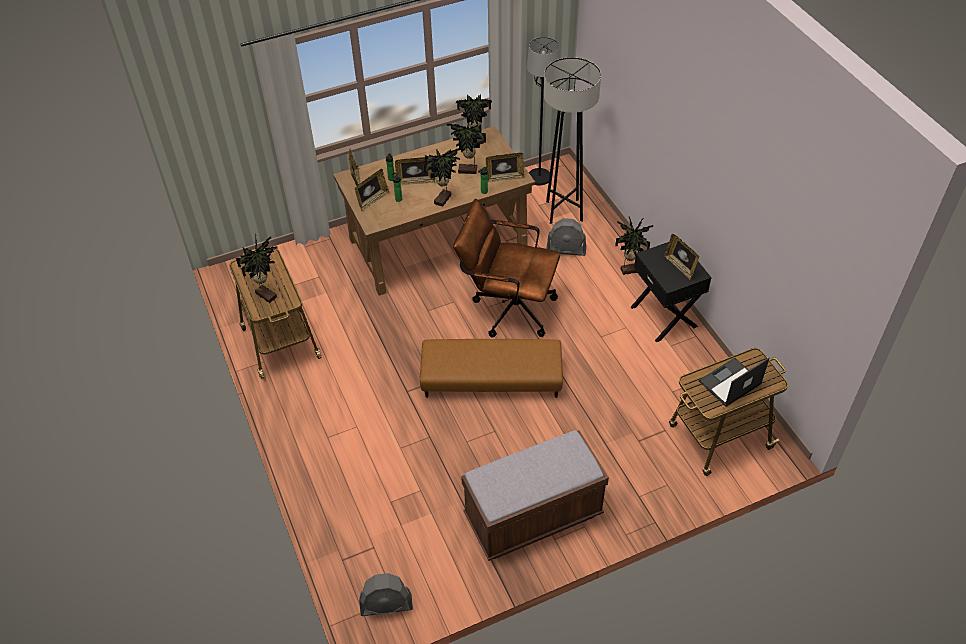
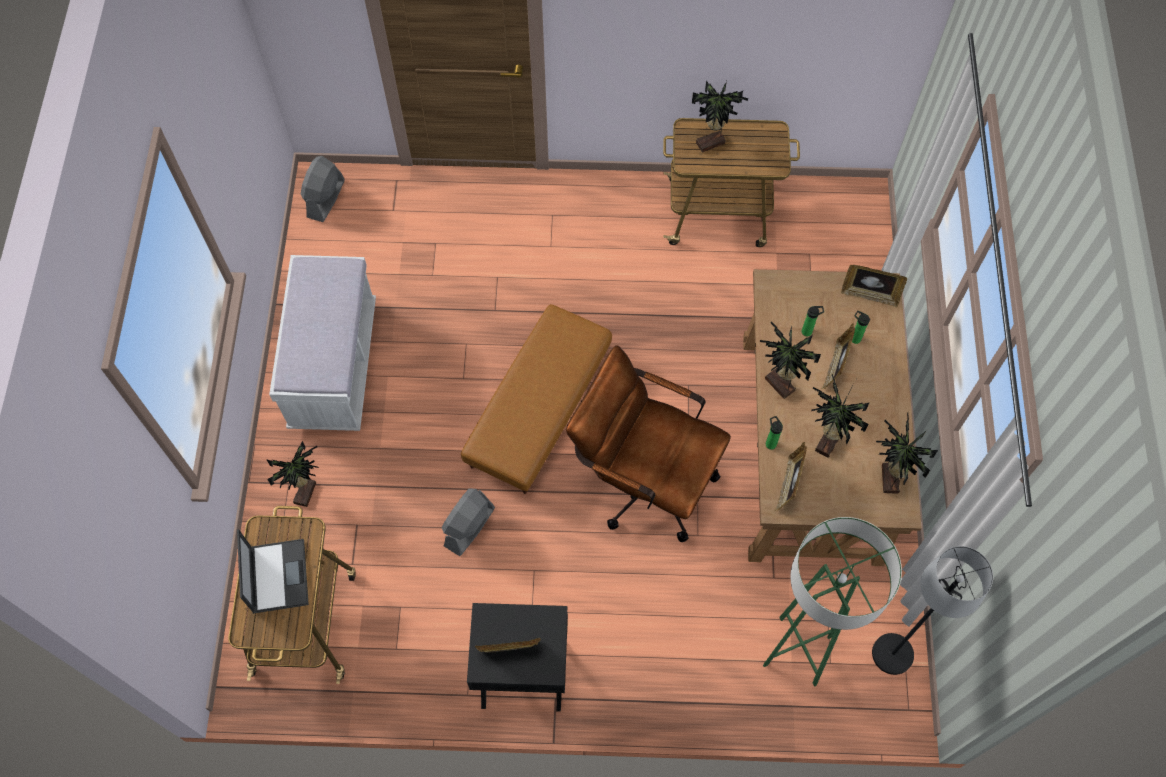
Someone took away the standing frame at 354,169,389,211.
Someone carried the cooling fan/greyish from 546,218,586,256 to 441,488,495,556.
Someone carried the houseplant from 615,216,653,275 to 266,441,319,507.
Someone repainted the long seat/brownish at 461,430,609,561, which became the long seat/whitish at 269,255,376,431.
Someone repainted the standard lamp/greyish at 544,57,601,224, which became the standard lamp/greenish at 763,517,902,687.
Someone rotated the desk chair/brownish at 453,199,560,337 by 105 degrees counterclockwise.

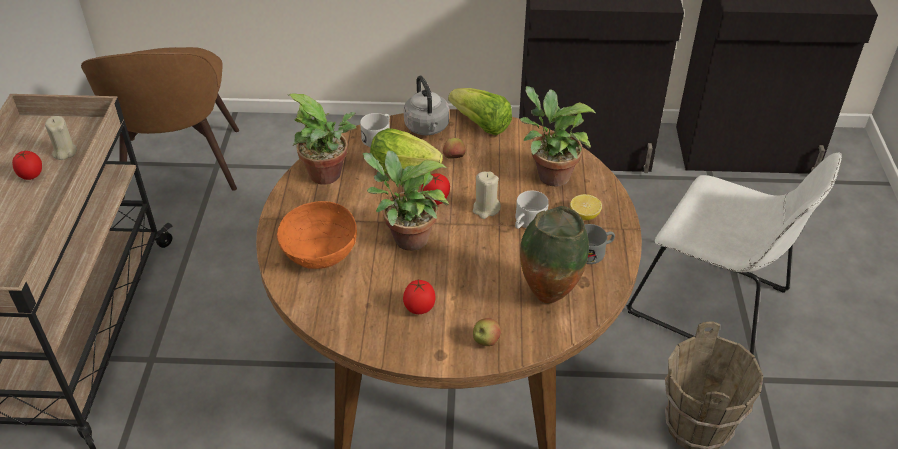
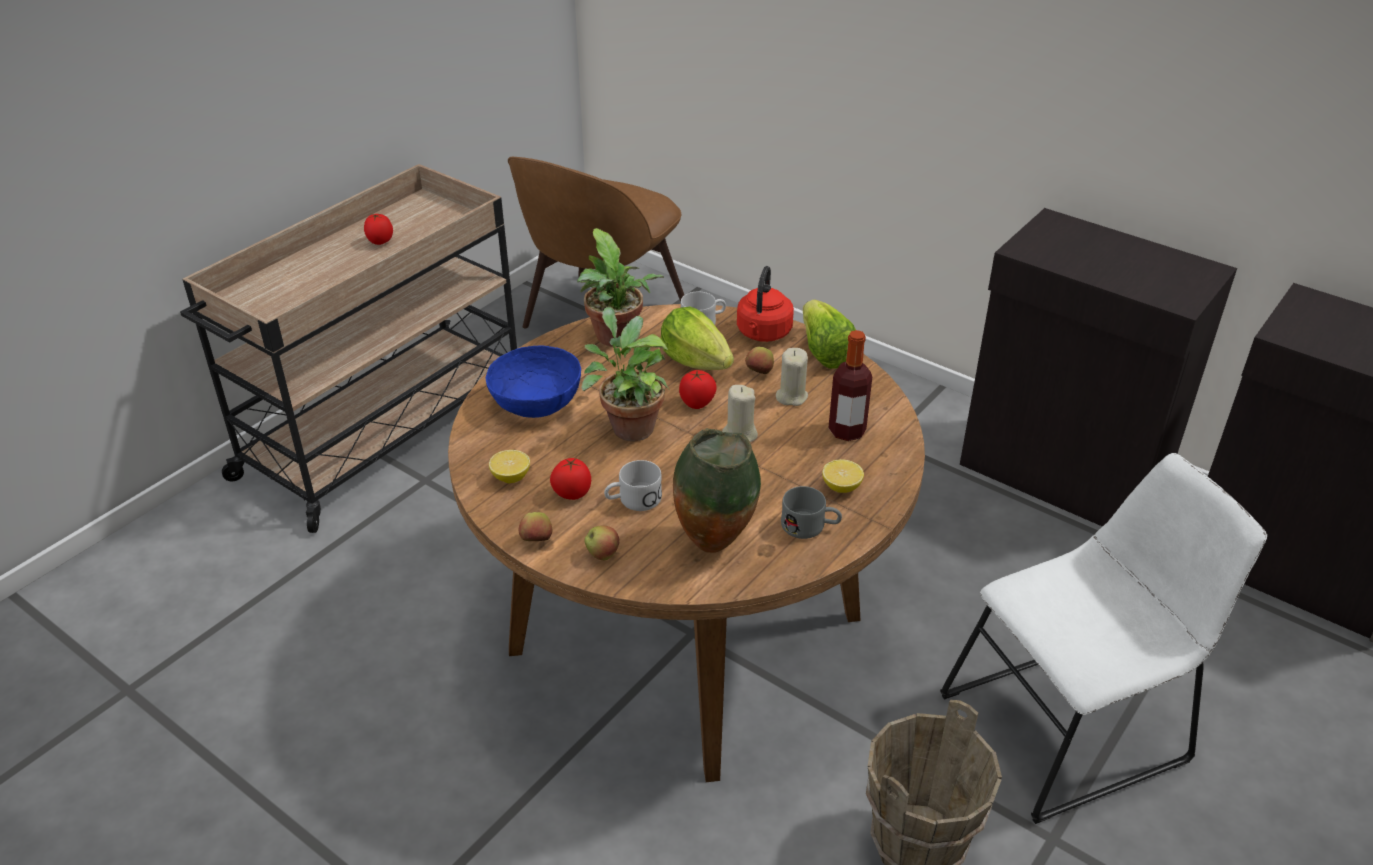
Someone put down the citrus fruit at 489,450,530,483.
Someone put down the whole apple at 519,512,552,541.
Someone carried the wax light/beige from 45,116,77,160 to 776,348,808,406.
Someone carried the mug/whitish from 515,190,549,229 to 604,460,662,511.
Someone swapped the houseplant at 520,86,596,186 for the drink bottle at 828,330,872,441.
Someone repainted the serving bowl/orange at 277,201,357,269, which became the serving bowl/bluish at 486,345,581,418.
Someone repainted the tea kettle/greyish at 404,76,449,135, which became the tea kettle/red at 737,266,794,342.
Someone rotated the upright chair/whitish at 627,153,842,355 by 90 degrees counterclockwise.

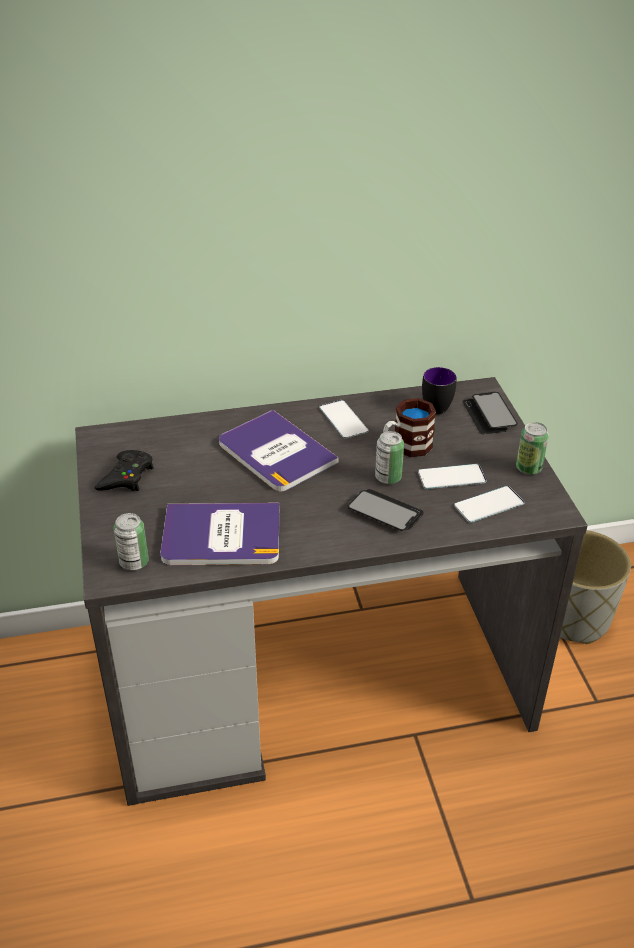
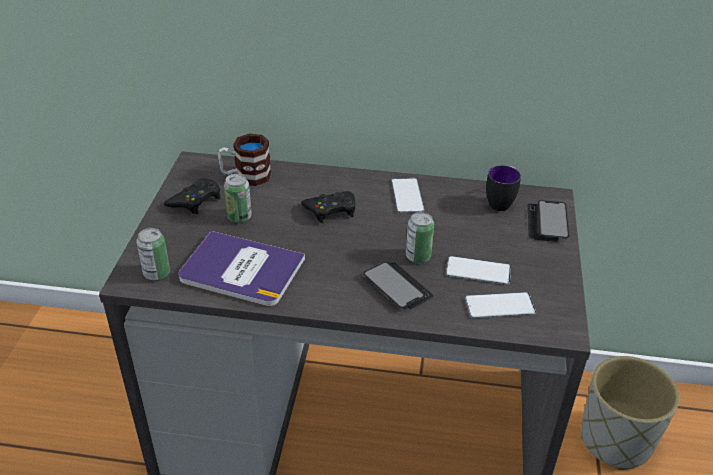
Someone carried the mug from 383,398,436,457 to 217,133,271,186.
Someone carried the sealed can from 516,422,549,475 to 224,174,252,223.
Someone swapped the volume at 219,410,339,492 for the gamepad/black at 301,191,355,223.

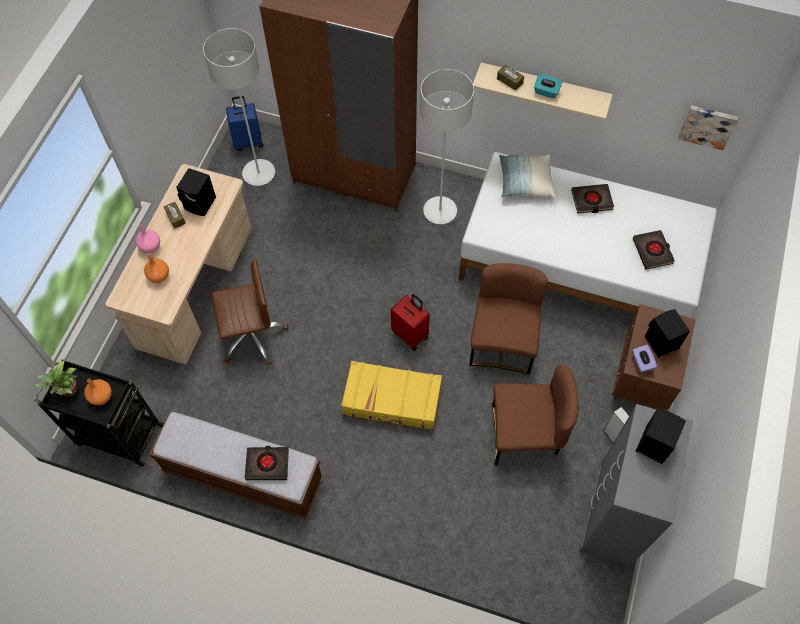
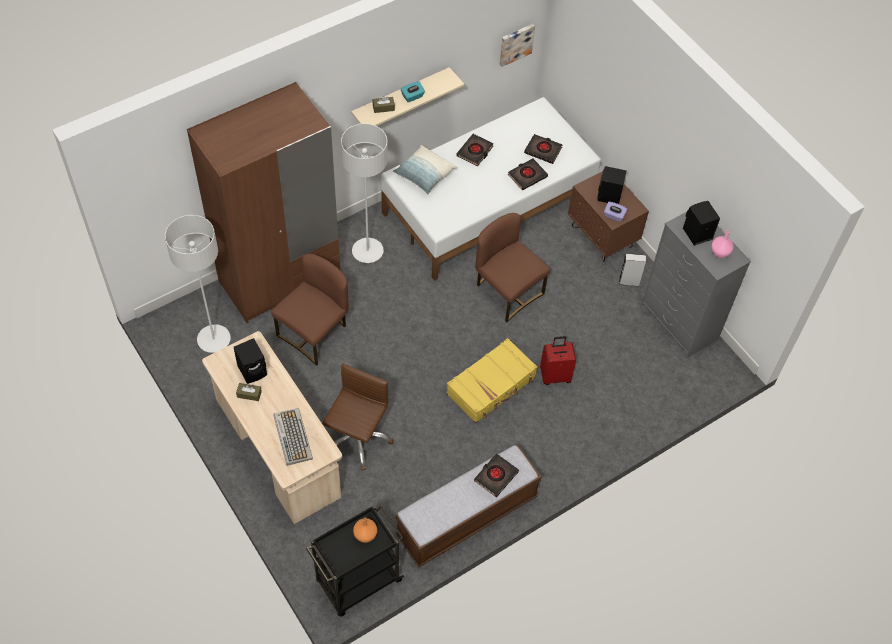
Someone took away the houseplant at 33,360,77,397.
Someone took away the piece of luggage/bluish at 226,96,263,151.
Someone put down the volume/black at 508,158,548,190.
Someone carried the decorative vase/pinkish from 136,225,160,253 to 711,230,733,258.
Someone carried the piece of luggage/red from 391,294,430,351 to 540,336,576,385.
Someone carried the upright chair/brownish from 492,364,578,465 to 271,254,349,366.
Someone swapped the decorative vase/orange at 144,255,169,283 for the computer keyboard at 274,408,313,466.

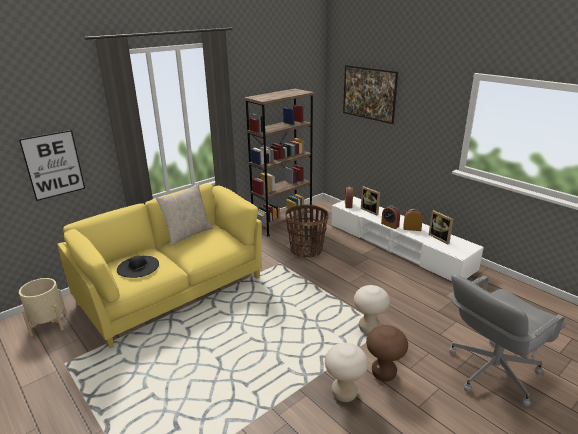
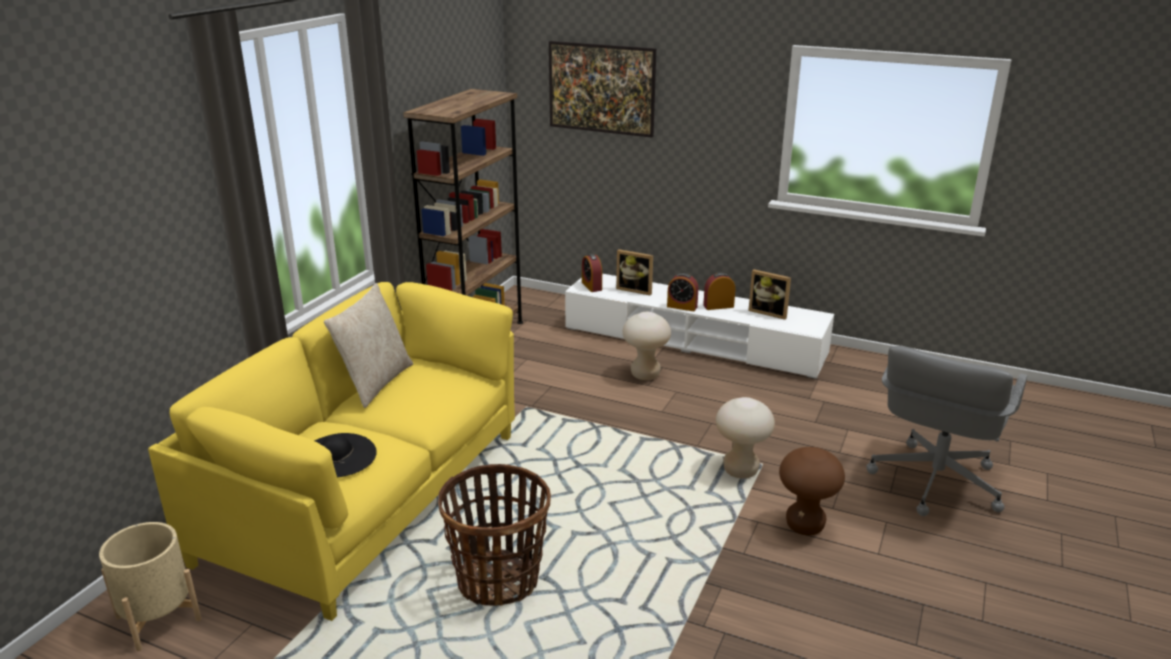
Someone took away the wall art at 19,130,85,201.
Someone carried the storage basket from 285,205,329,258 to 438,464,551,606.
Someone carried the stool/beige from 325,343,368,402 to 623,312,671,380.

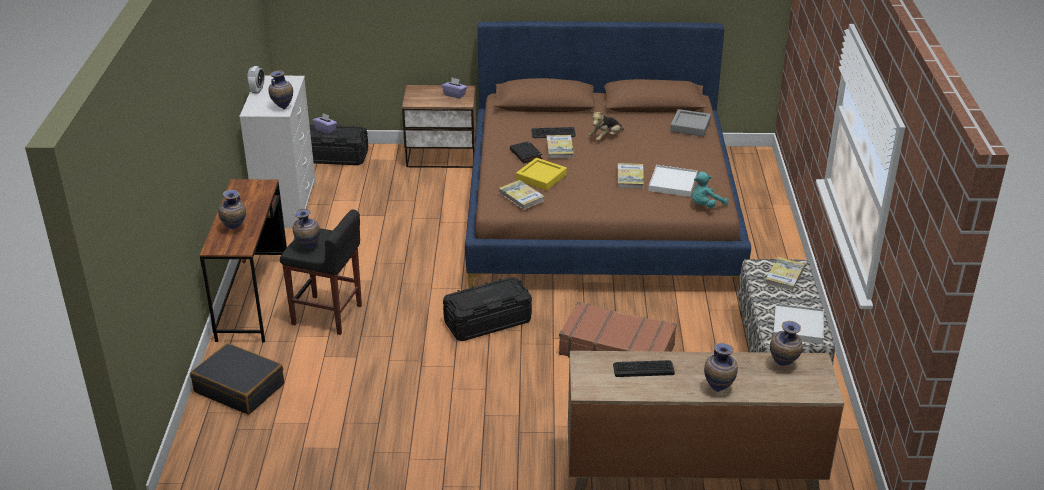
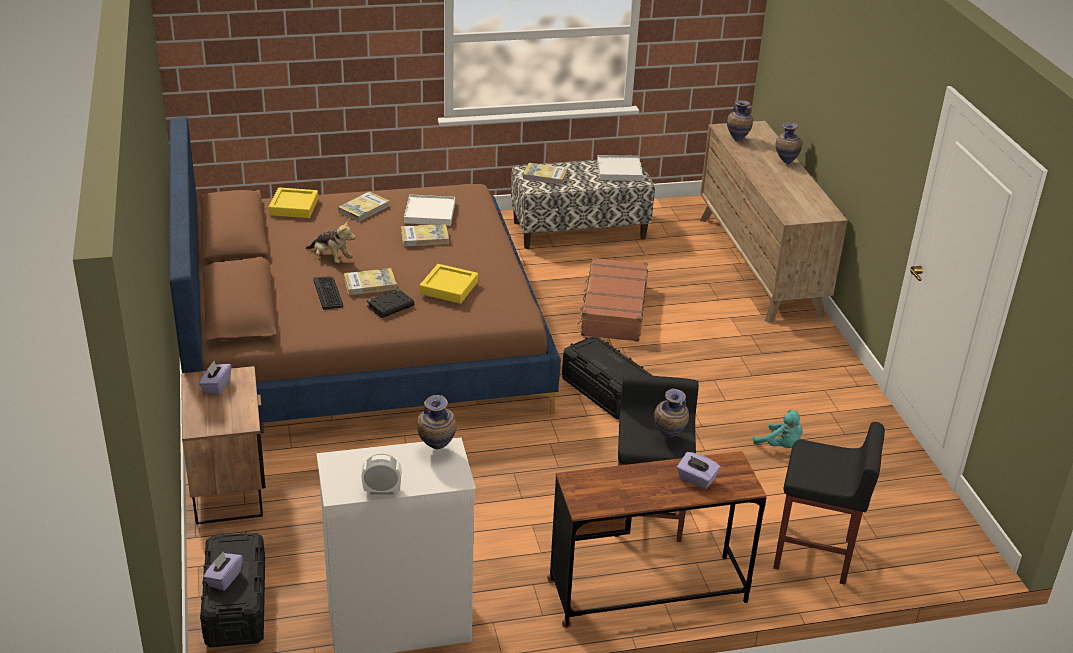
Someone took away the computer keyboard at 613,360,675,377.
Someone carried the volume from 499,180,544,210 to 338,192,389,222.
Someone carried the plush toy/blue-green from 692,172,728,208 to 753,410,803,448.
Someone swapped the piece of luggage/black at 190,343,284,415 for the stool/black at 773,422,885,585.
Someone swapped the decorative vase at 218,190,246,229 for the tissue box/purple-coloured at 677,452,720,489.
Someone repainted the carrying tray/greyish at 670,109,711,137, which became the carrying tray/yellow at 269,187,318,218.

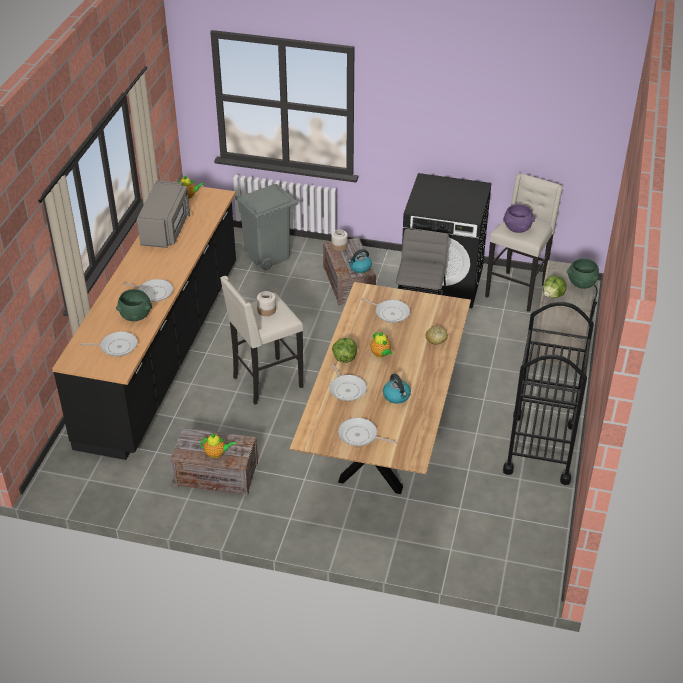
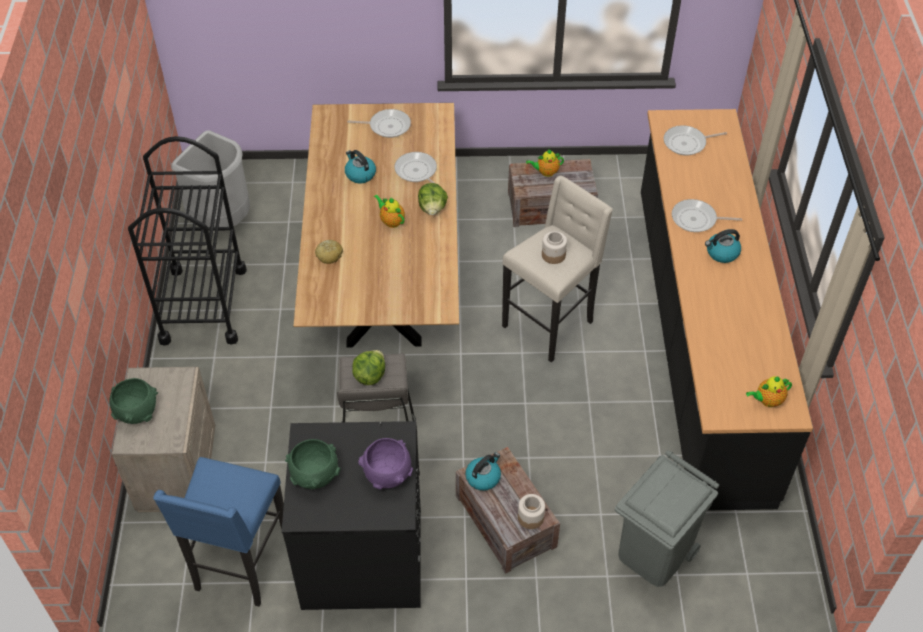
Someone took away the kitchen microwave/greyish at 137,180,190,248.
Someone took away the pan at 361,299,410,323.
Someone put down the waste bin/greyish at 171,130,250,231.
Someone put down the tea kettle at 705,229,741,263.
Someone carried the serving bowl/greenish from 116,289,152,321 to 285,439,341,489.
Someone carried the serving bowl/purple-coloured from 503,204,535,233 to 358,438,413,490.
Someone carried the lettuce head from 543,275,566,298 to 352,350,385,385.
Someone repainted the stool/beige at 485,173,563,312, which became the stool/bluish at 153,457,285,607.

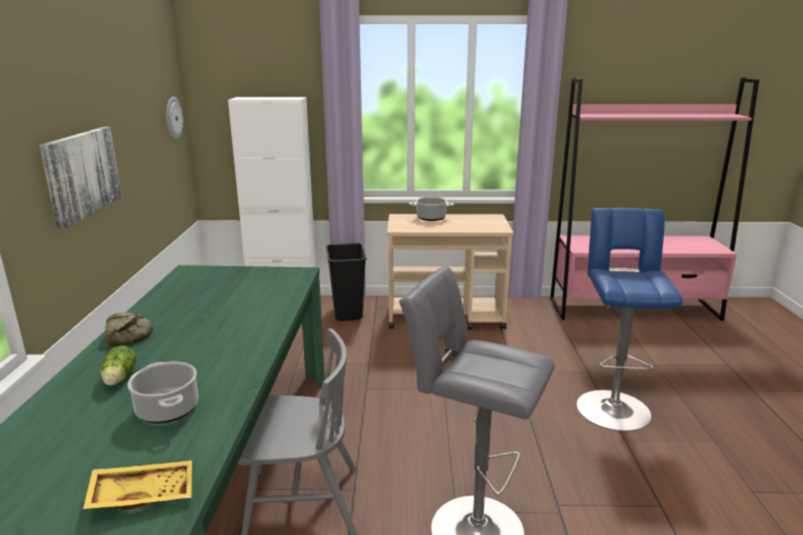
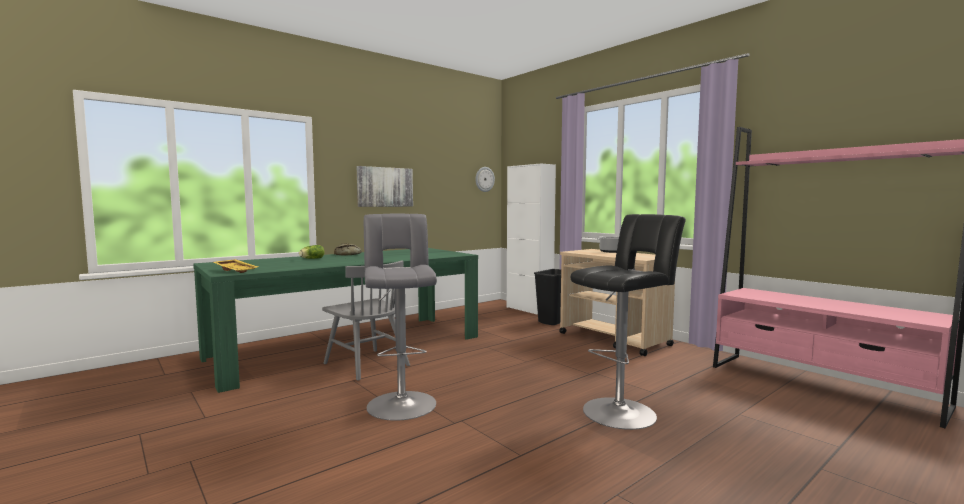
Someone took away the cooking pot at 128,362,198,423.
Someone repainted the stool/bluish at 577,208,682,431, which became the stool/black at 571,214,686,430.

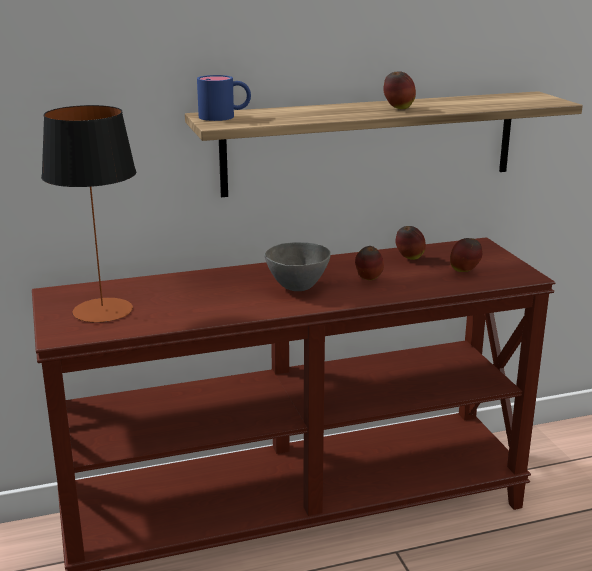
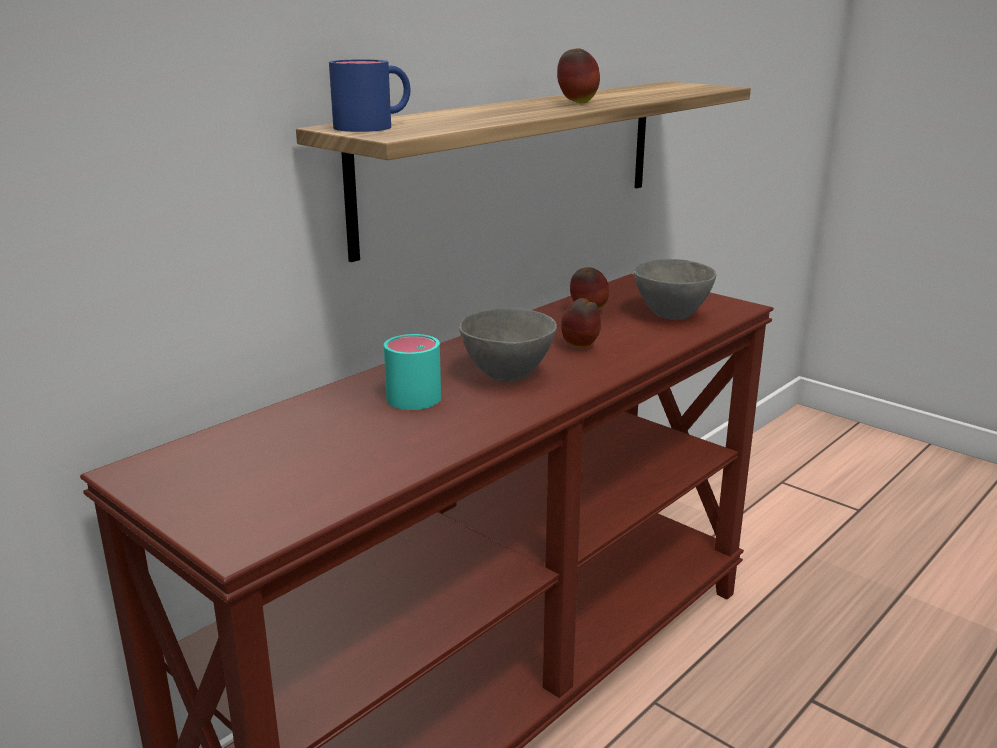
Someone took away the lamp for a table at 41,105,136,323.
Someone put down the mug/blue-green at 384,334,441,410.
Someone swapped the whole apple at 450,238,482,272 for the serving bowl/greyish at 633,259,717,320.

